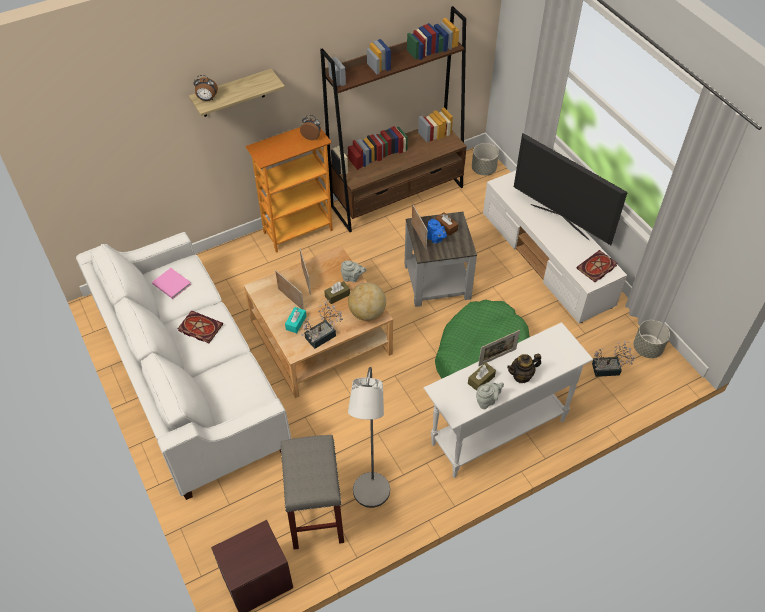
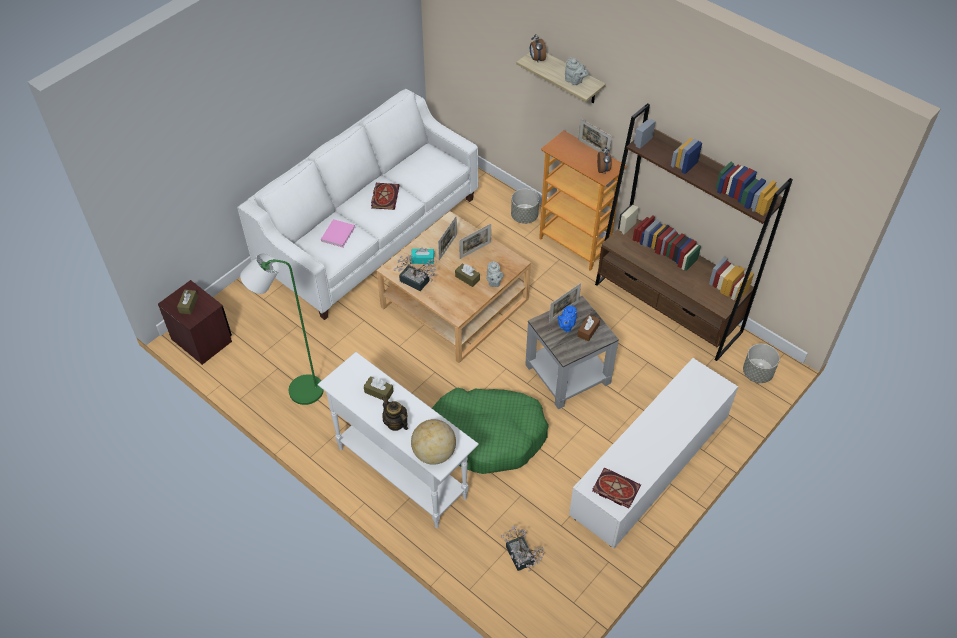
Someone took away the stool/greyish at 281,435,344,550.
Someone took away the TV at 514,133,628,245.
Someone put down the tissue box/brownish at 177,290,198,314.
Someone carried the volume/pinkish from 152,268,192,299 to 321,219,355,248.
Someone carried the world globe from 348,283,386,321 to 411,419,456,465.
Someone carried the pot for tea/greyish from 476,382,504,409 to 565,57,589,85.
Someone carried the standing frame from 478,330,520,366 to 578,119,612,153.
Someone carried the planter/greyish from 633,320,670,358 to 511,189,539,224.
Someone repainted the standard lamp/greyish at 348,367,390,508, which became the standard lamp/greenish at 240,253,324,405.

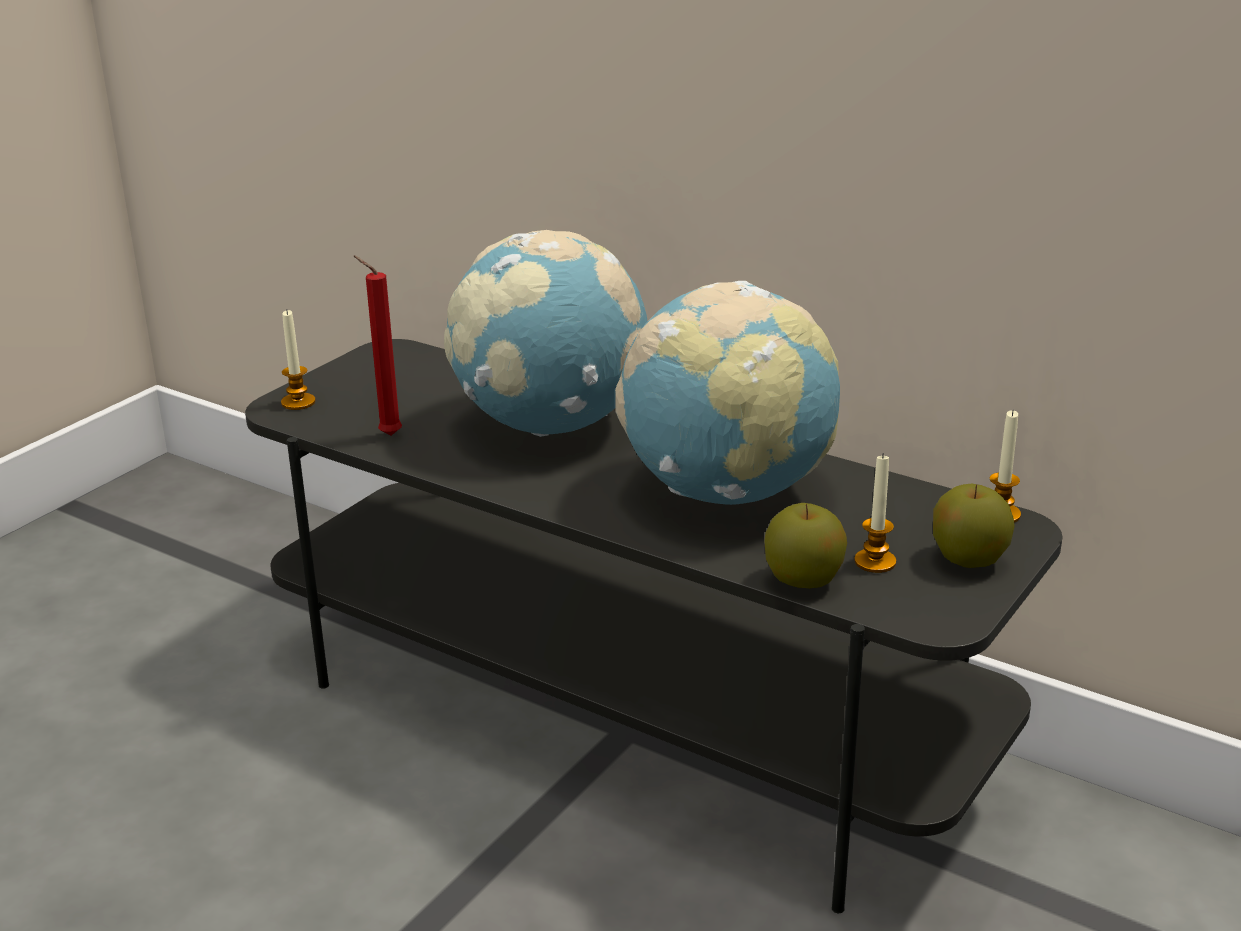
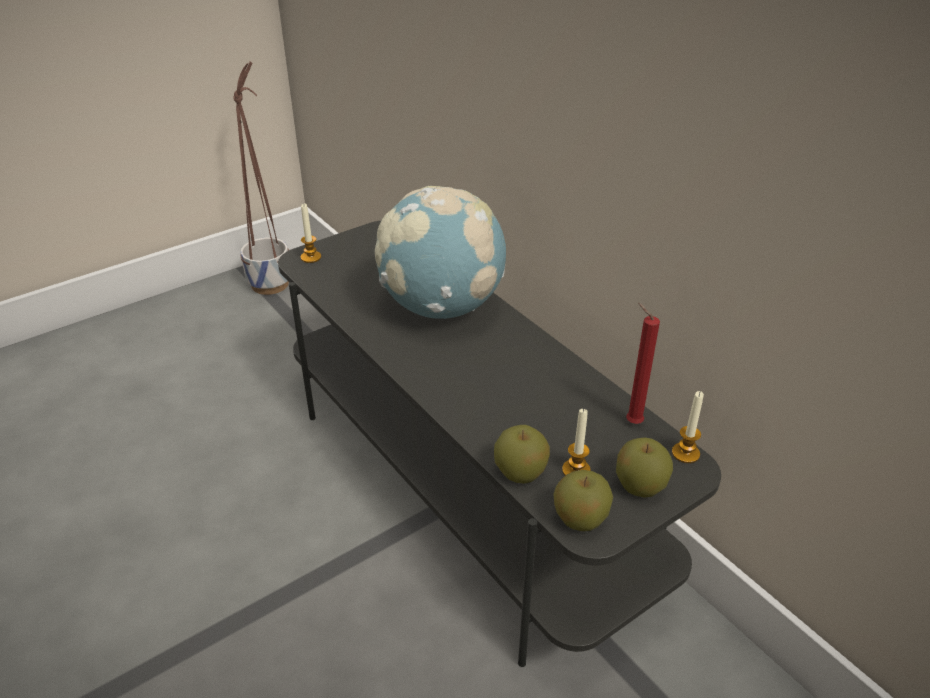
Someone took away the world globe at 615,281,840,505.
Someone put down the planter at 233,61,289,295.
Someone put down the whole apple at 554,470,613,531.
Someone carried the wax light/red from 354,256,402,436 to 626,303,660,424.

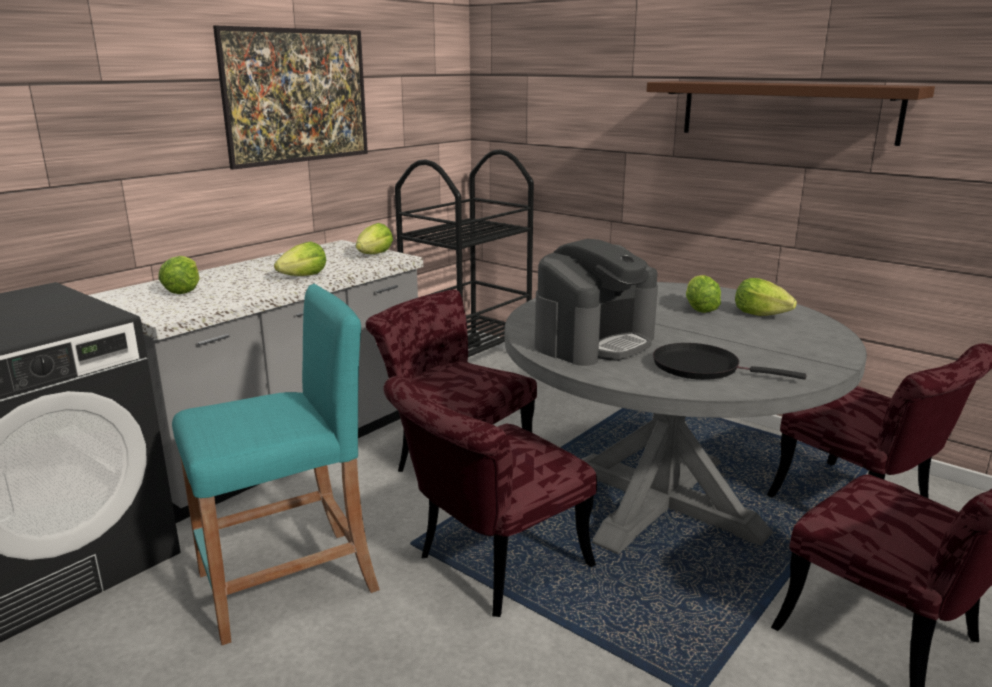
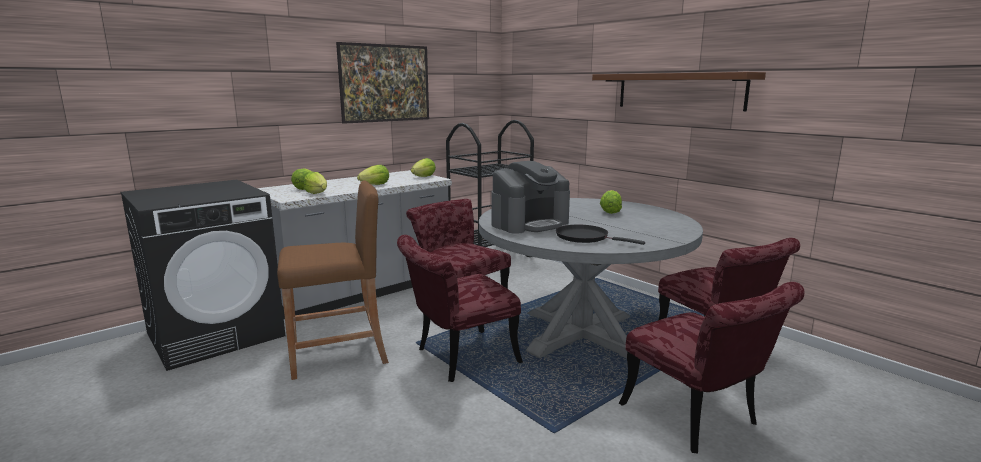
Someone carried the lettuce head from 735,278,797,316 to 304,172,327,194.
Someone repainted the stool/blue-green at 172,284,380,645, which became the stool/brownish at 277,180,389,380.

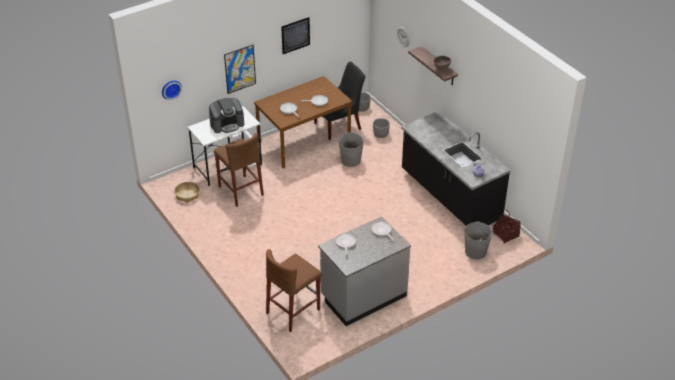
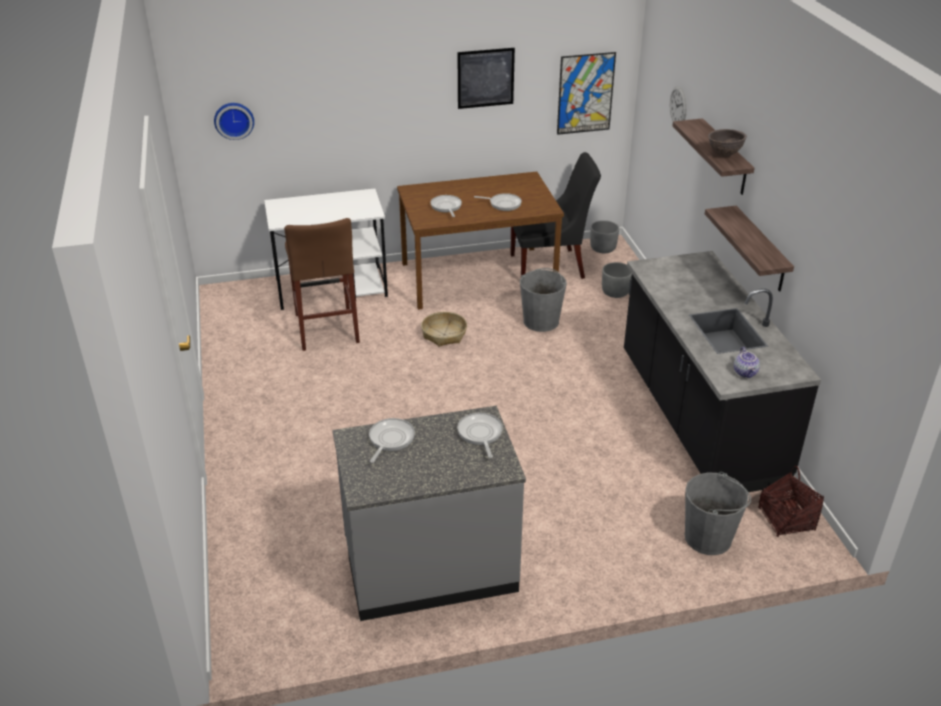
Someone took away the coffee maker at 209,98,244,133.
Someone took away the stool/brownish at 266,249,322,332.
Someone put up the shelf at 705,206,794,292.
Someone carried the storage basket from 174,182,200,203 to 421,312,467,347.
Someone carried the wall art from 224,45,256,94 to 557,52,616,135.

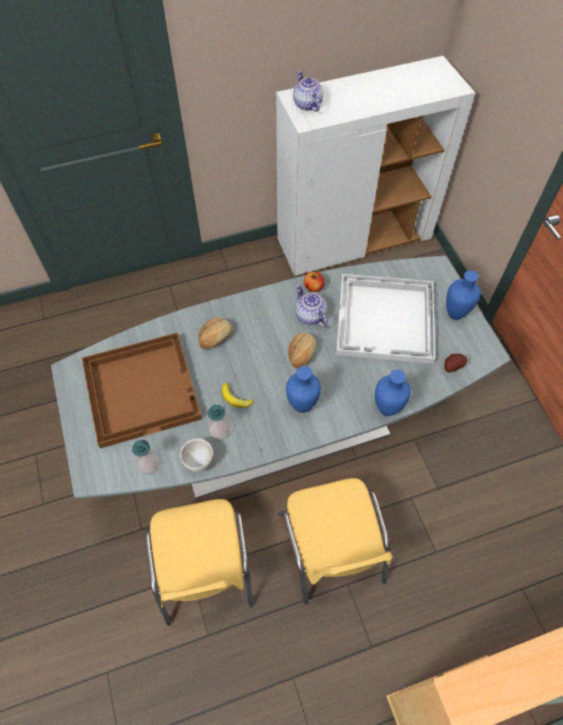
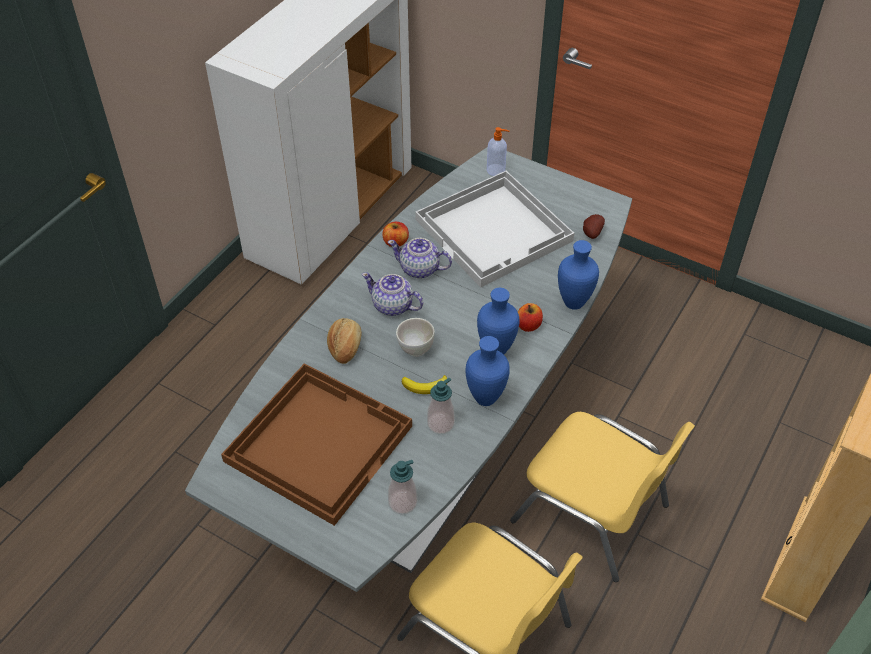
Someone took away the baked bread at 288,332,317,369.
Someone put down the liquid soap bottle at 487,127,509,176.
Someone put down the whole apple at 518,303,543,332.
Someone carried the serving bowl/whitish from 180,439,213,472 to 396,318,435,357.
Someone carried the pot for tea from 293,71,323,112 to 362,272,423,316.
Someone carried the decorative vase/bluish from 446,270,480,320 to 465,336,510,406.

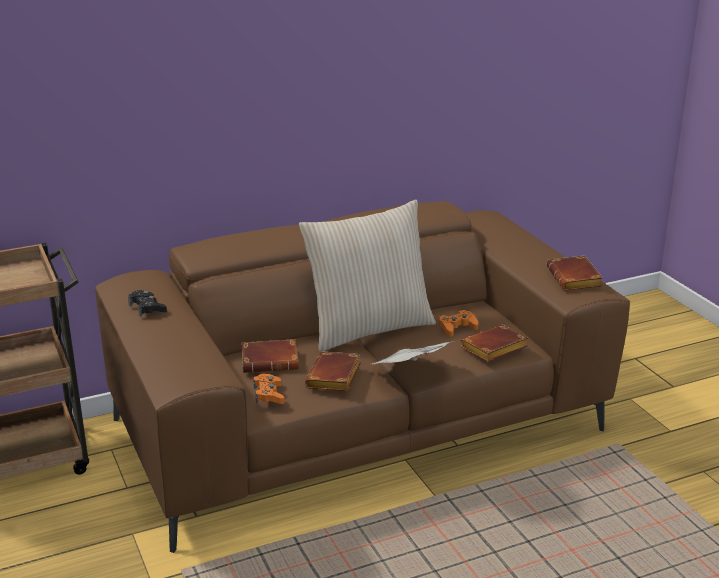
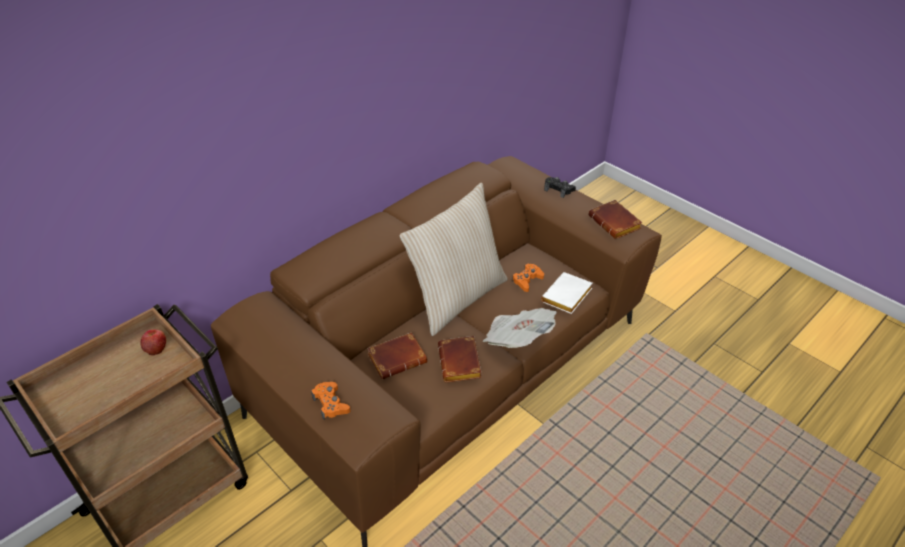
Someone put down the whole apple at 140,329,166,355.
Someone carried the gamepad/black from 128,290,167,317 to 544,177,576,198.
Someone carried the gamepad/orange from 253,374,285,404 to 311,382,350,419.
Someone repainted the volume/brownish at 460,325,528,362, which became the volume/whitish at 541,272,593,314.

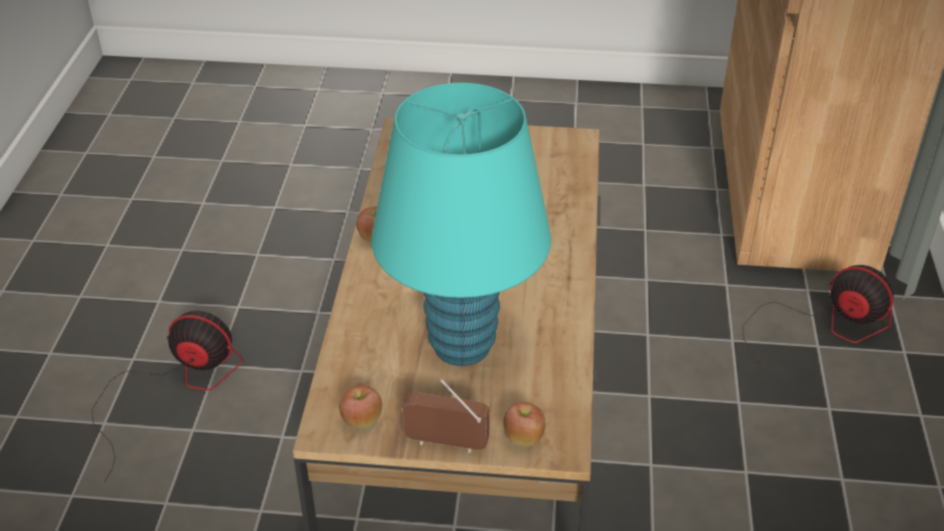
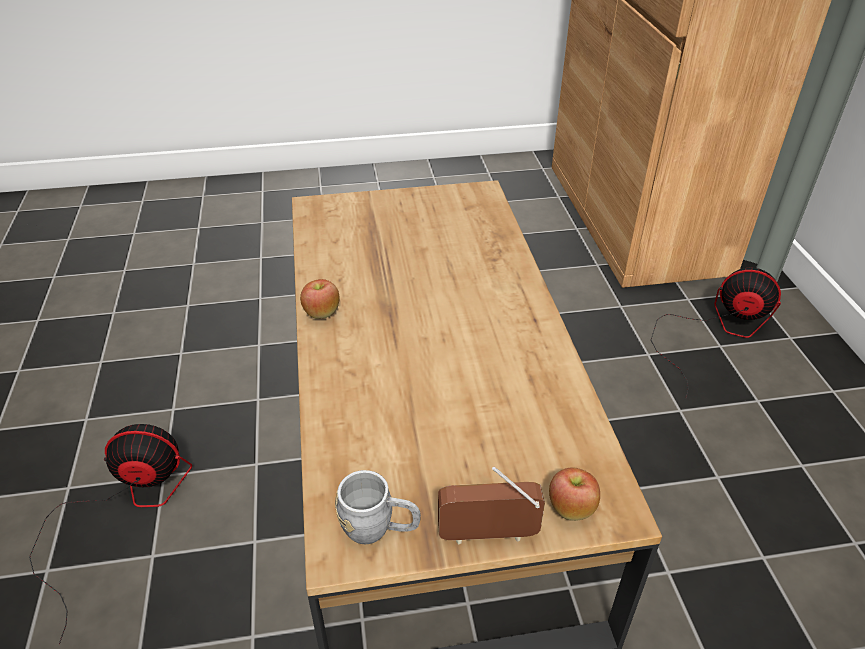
Someone took away the lamp for a table/blue-green at 371,83,551,366.
Someone swapped the whole apple at 339,385,382,429 for the mug/greyish at 335,470,421,544.

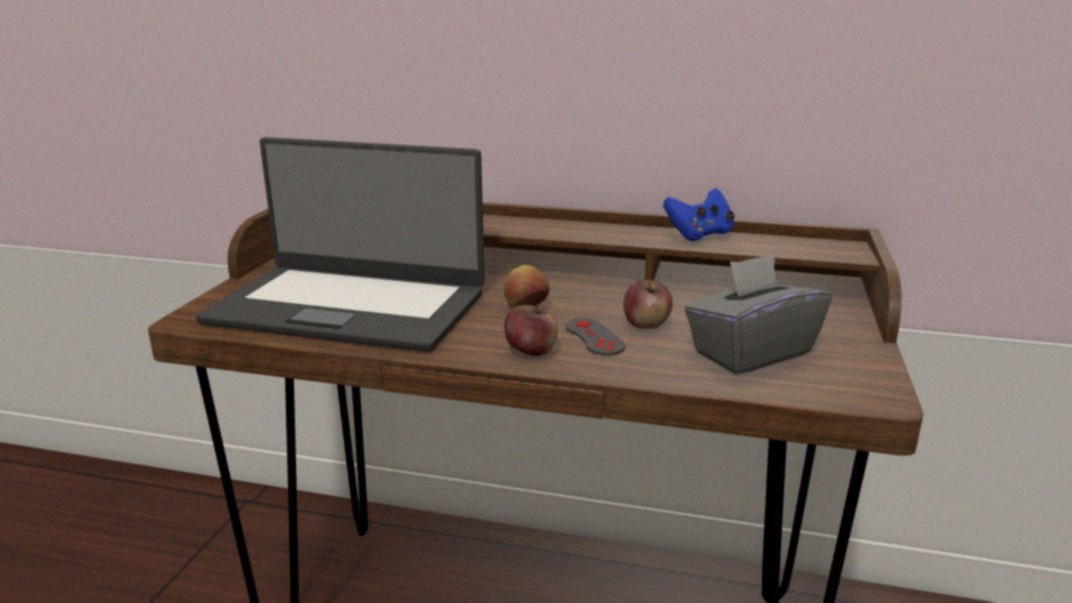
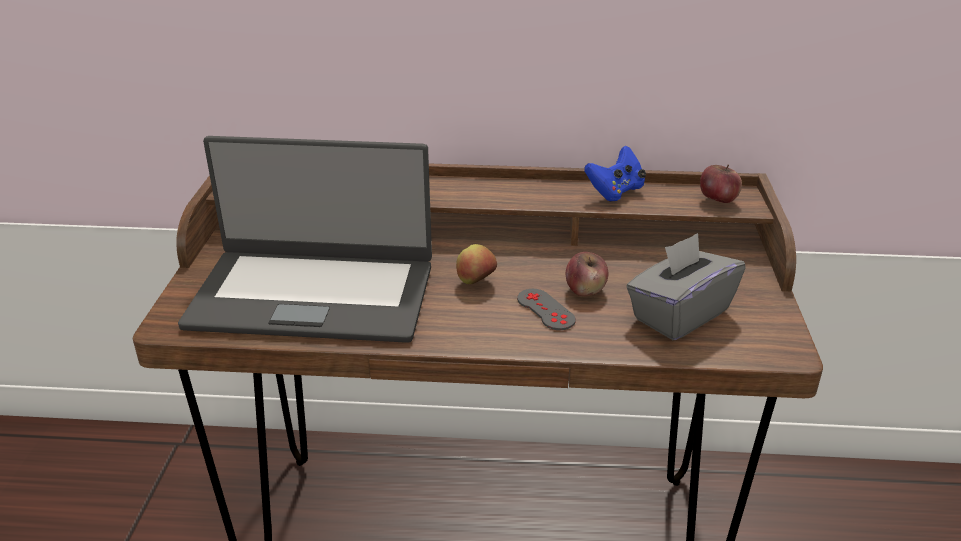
Someone carried the whole apple from 504,304,558,356 to 700,164,742,203.

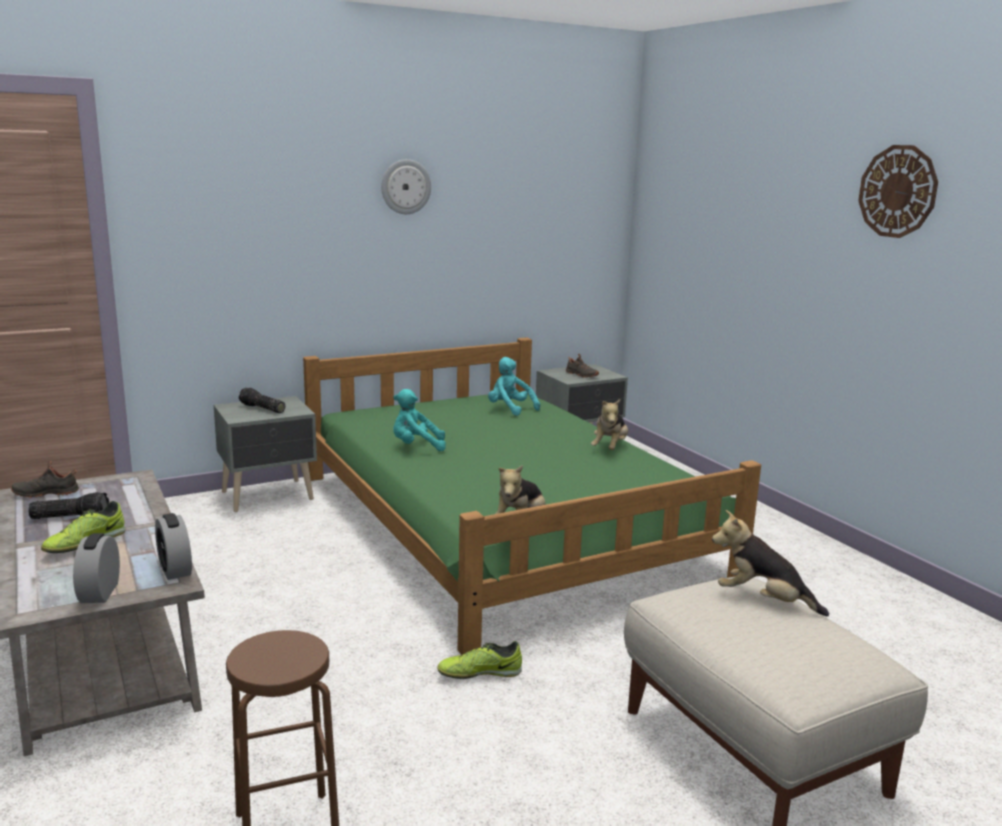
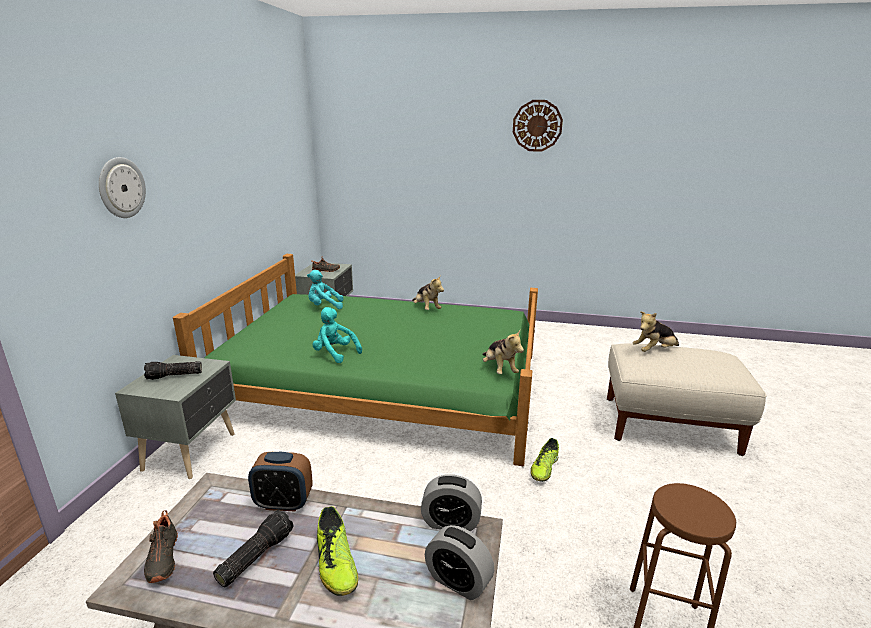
Someone put down the table clock at 248,452,313,512.
Someone carried the wall clock from 381,159,431,214 to 99,157,146,218.
Someone rotated the low shoe/black at 11,461,79,498 by 45 degrees counterclockwise.
Someone rotated the plush toy/blue-green at 393,389,446,451 by 90 degrees clockwise.

